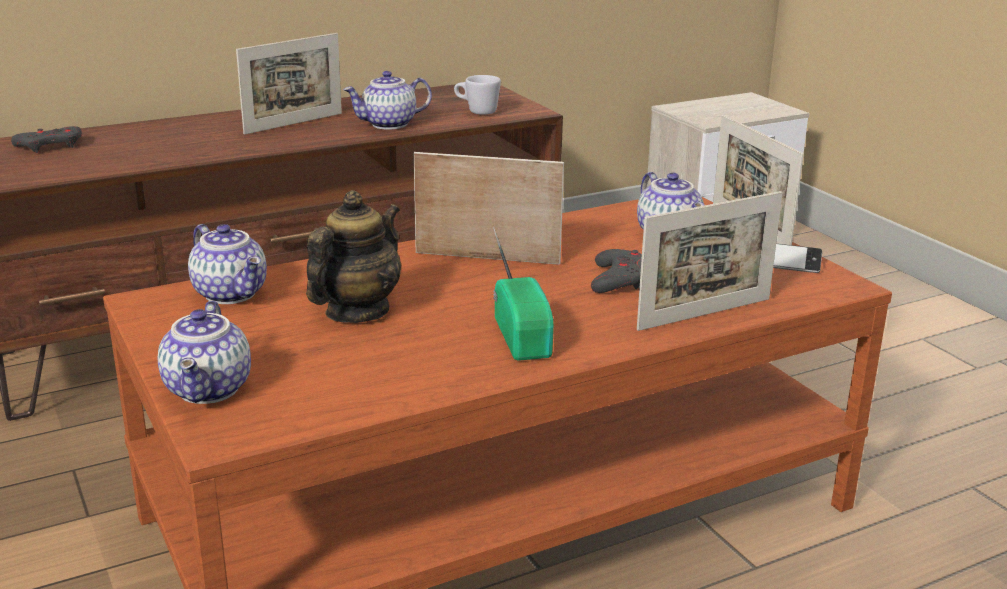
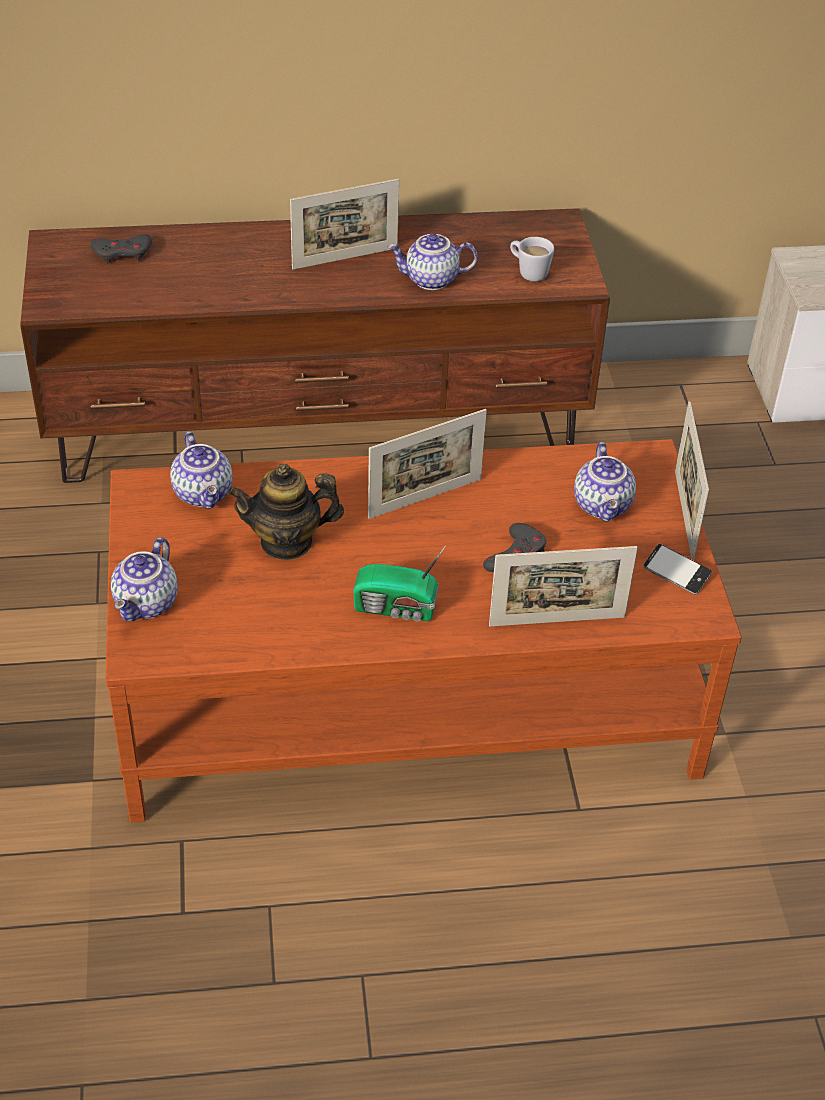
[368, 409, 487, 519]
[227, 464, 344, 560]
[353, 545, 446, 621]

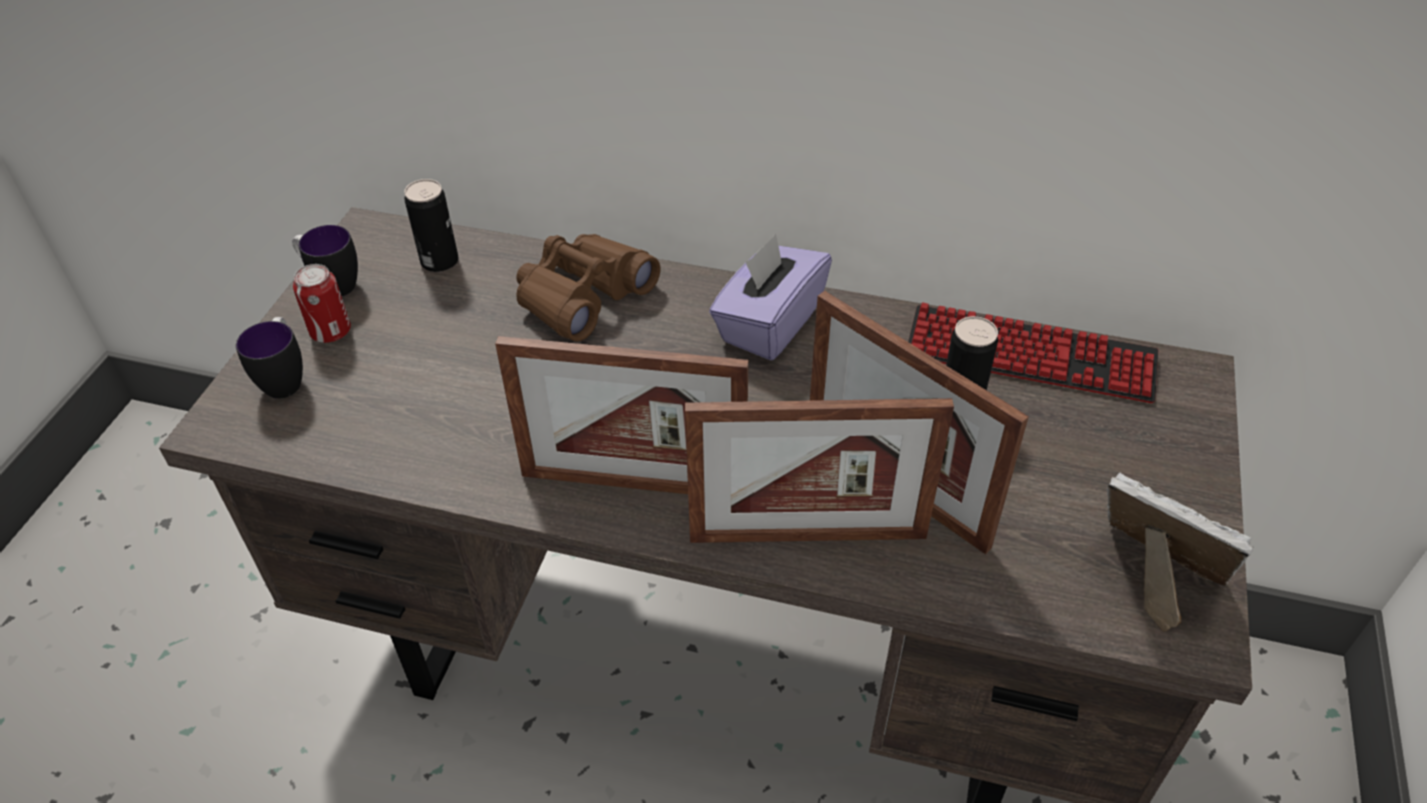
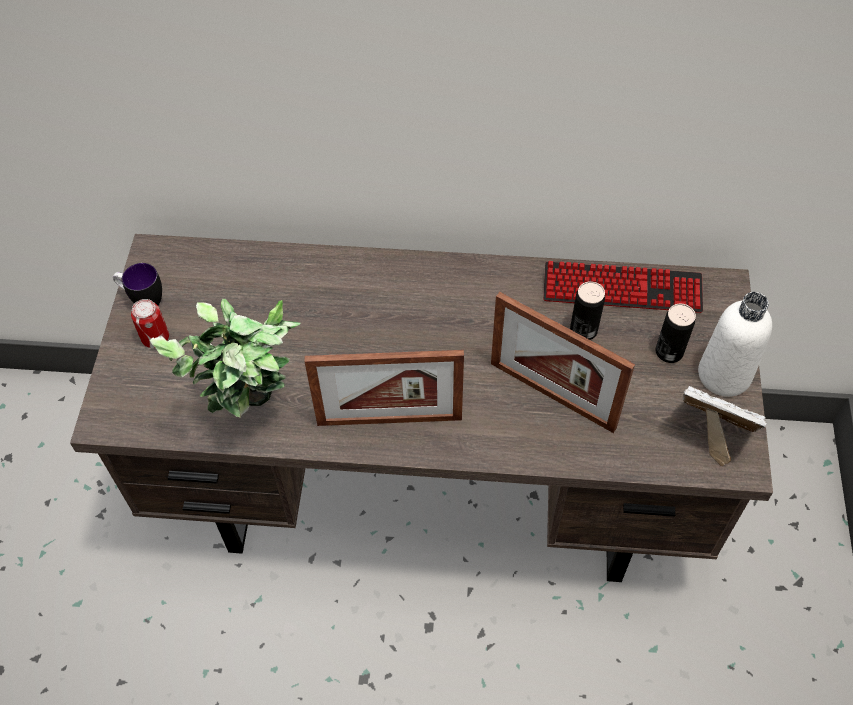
[655, 304, 696, 363]
[516, 234, 660, 342] (first image)
[709, 234, 832, 361] (first image)
[236, 317, 303, 399] (first image)
[685, 398, 954, 543] (first image)
[698, 292, 772, 397]
[149, 299, 301, 418]

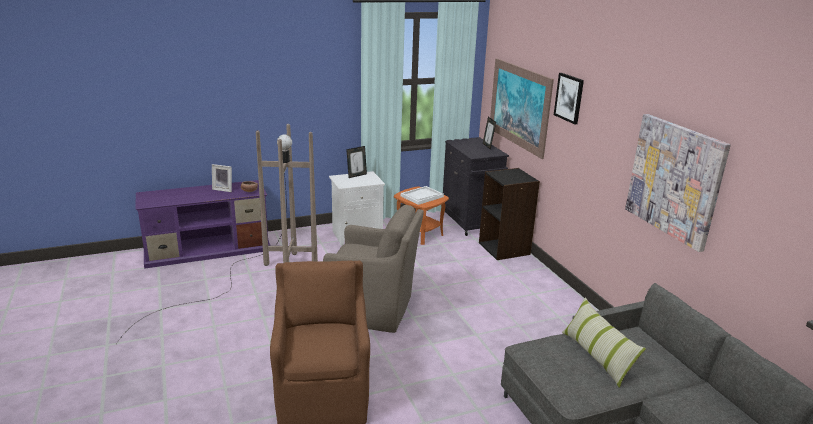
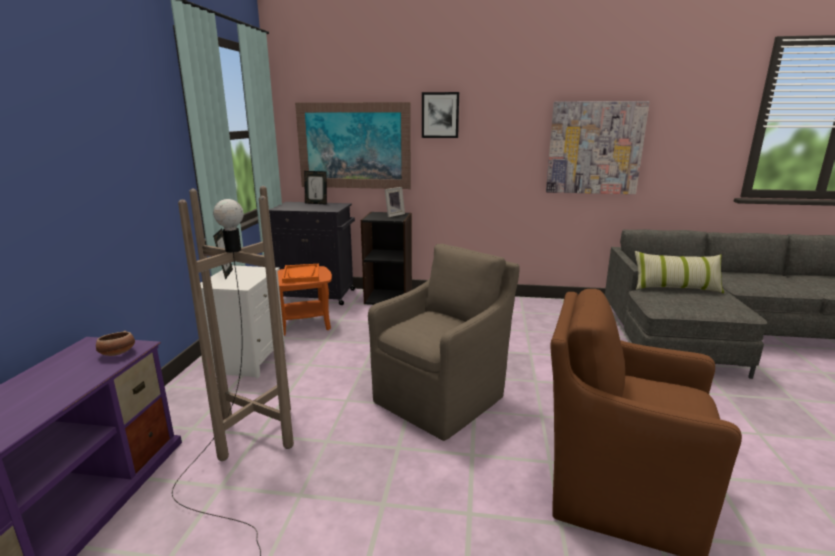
[385, 187, 405, 217]
[282, 264, 319, 283]

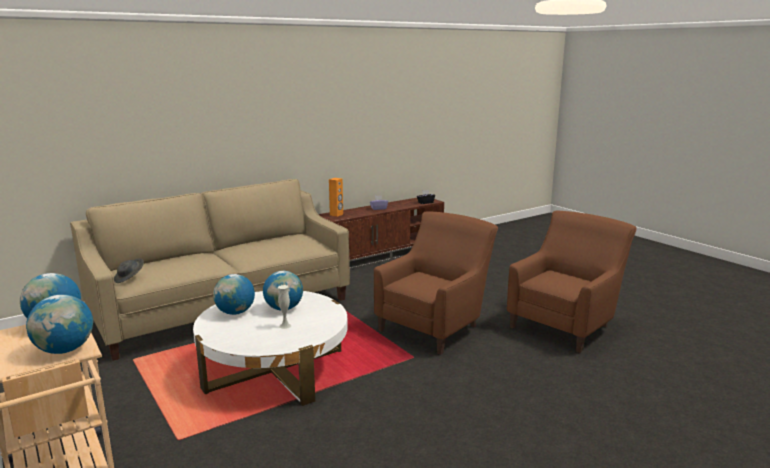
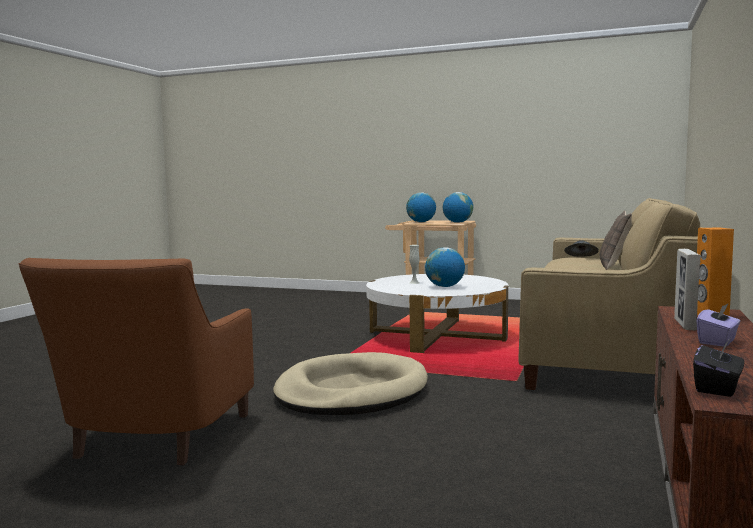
[273, 352, 428, 415]
[213, 274, 255, 315] (first image)
[600, 211, 632, 270]
[674, 249, 701, 330]

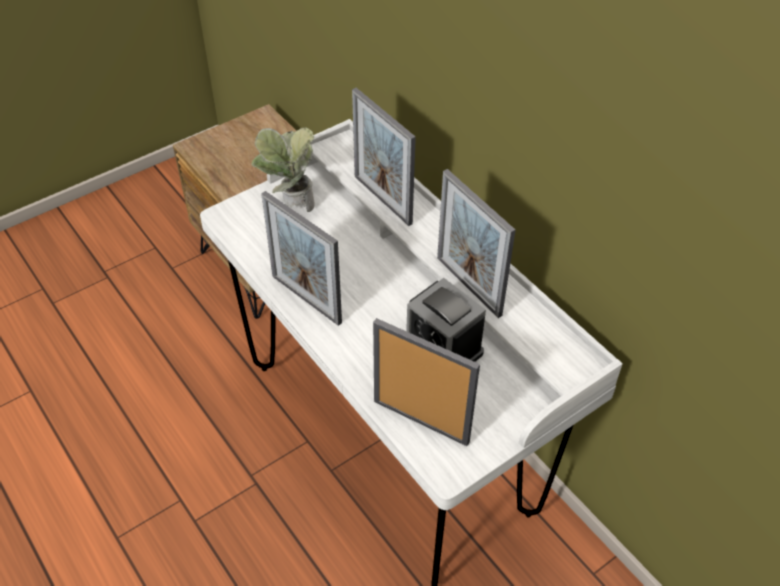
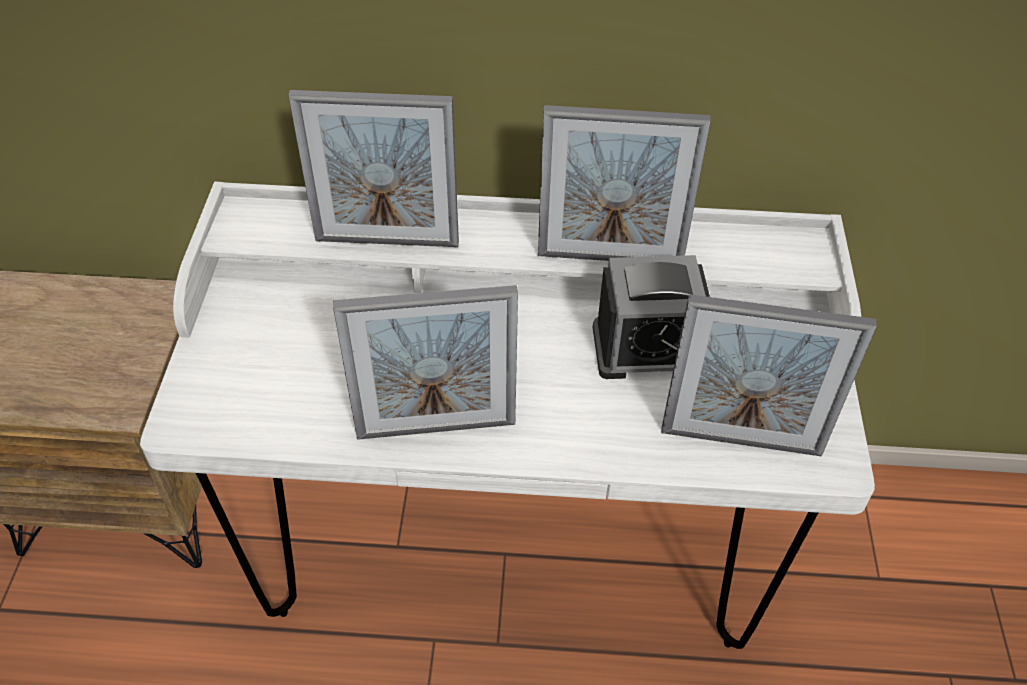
[252, 127, 315, 212] (first image)
[661, 294, 877, 457]

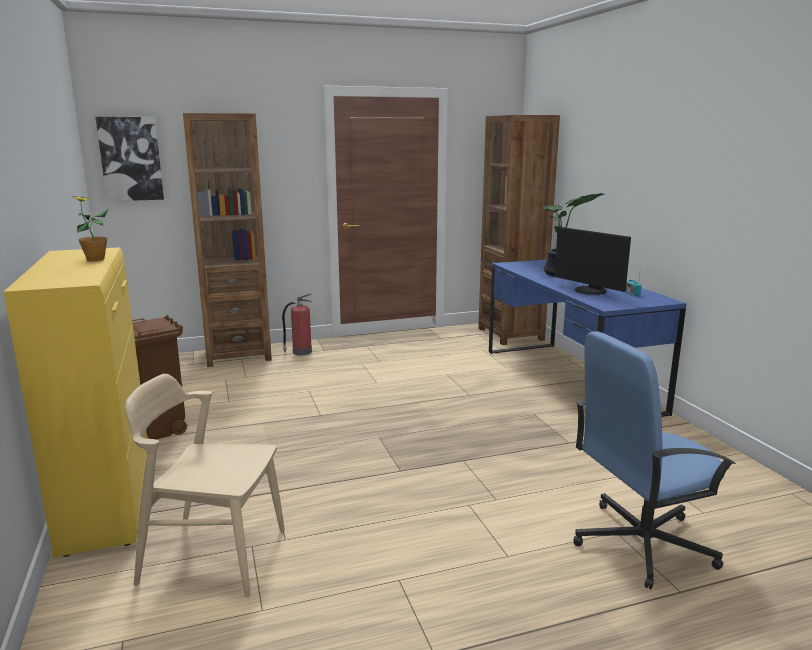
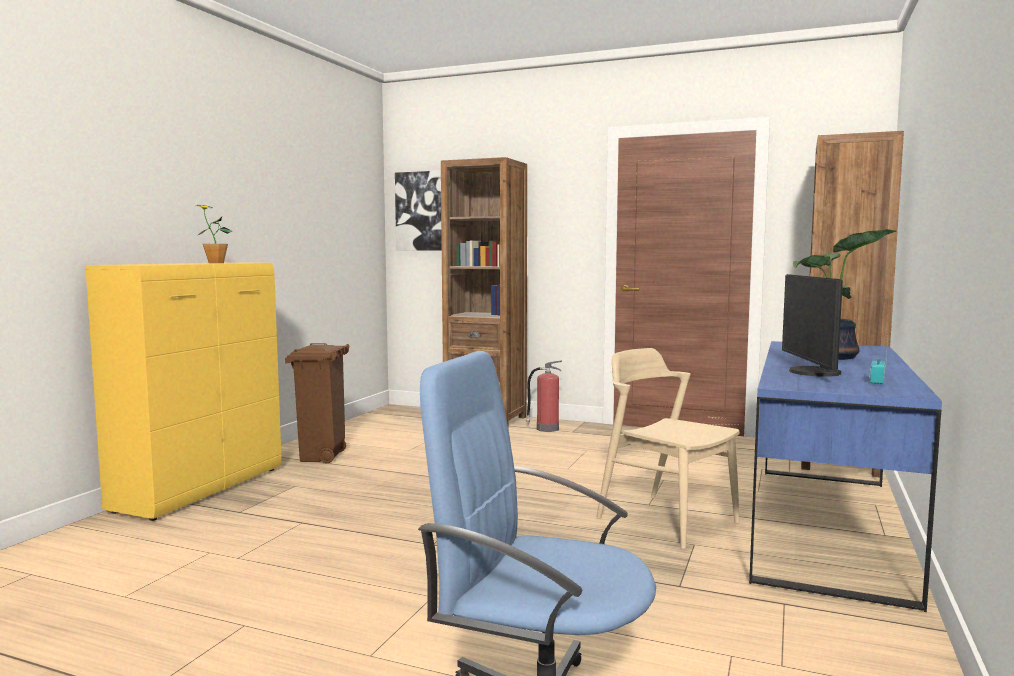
[597, 348, 740, 549]

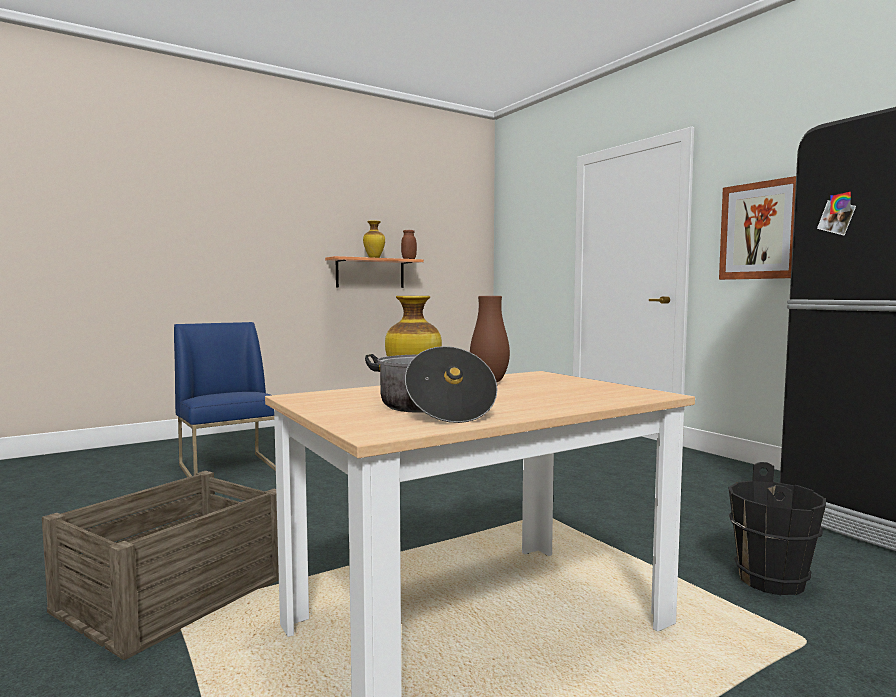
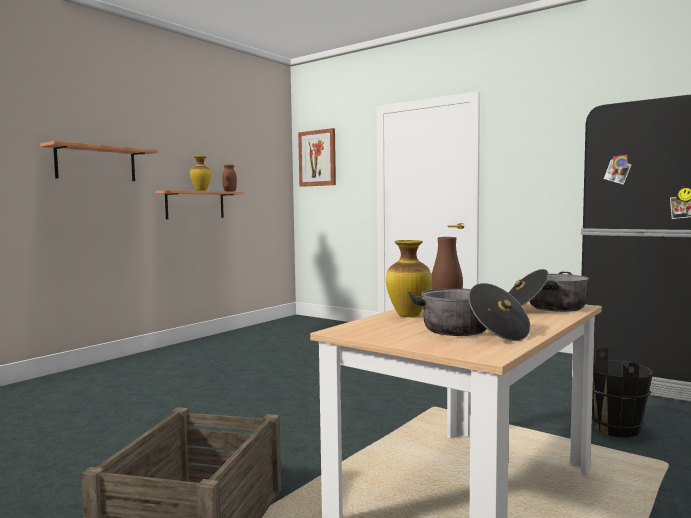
[298, 128, 336, 187]
[174, 322, 276, 477] (first image)
[40, 141, 158, 181]
[508, 269, 589, 312]

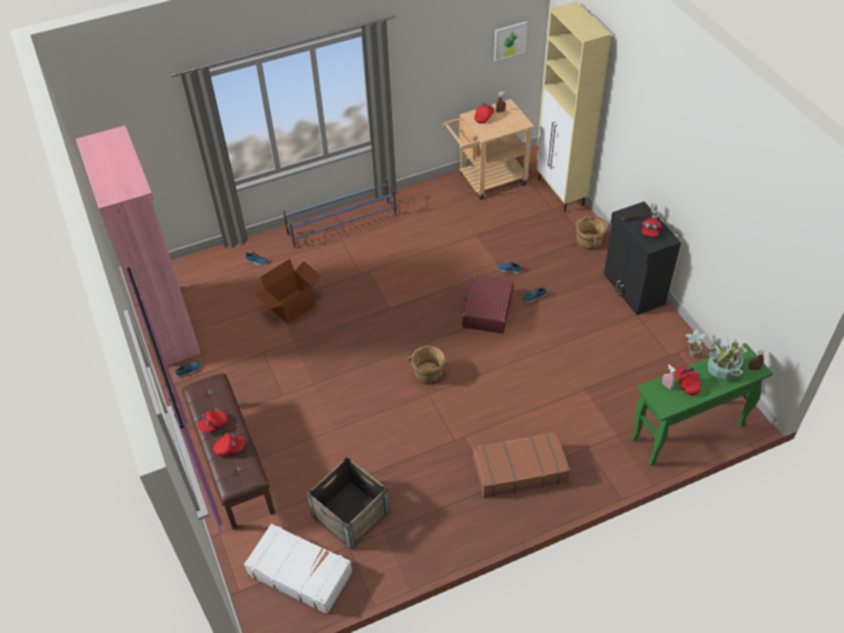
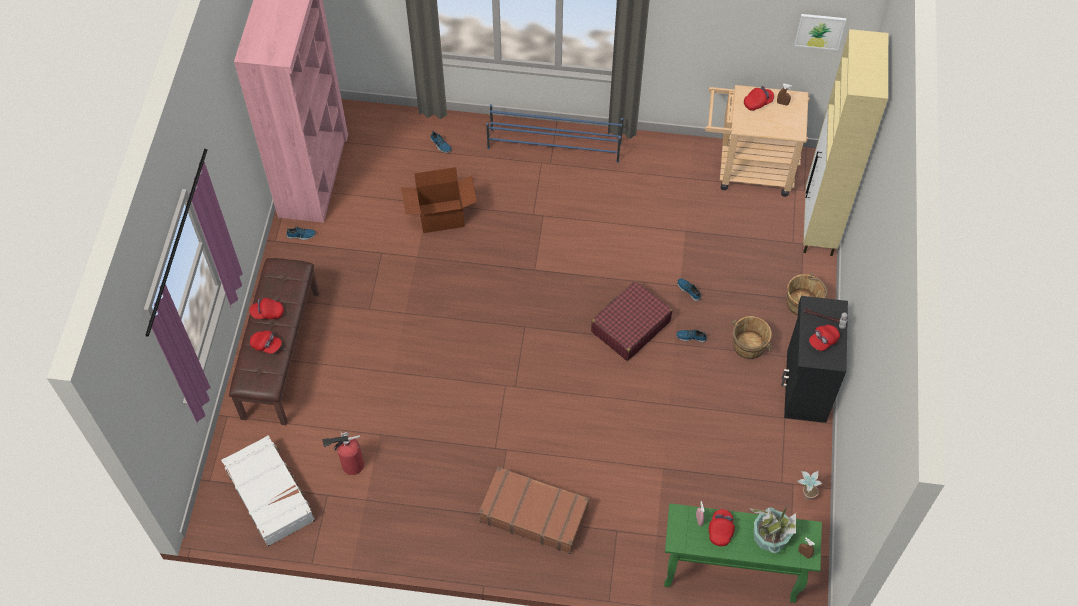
[731, 316, 773, 359]
[322, 430, 364, 475]

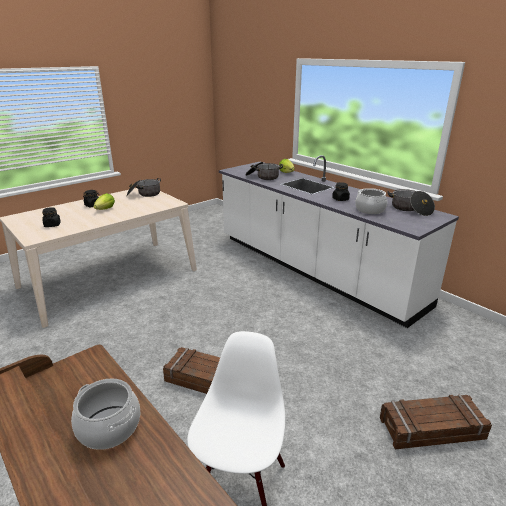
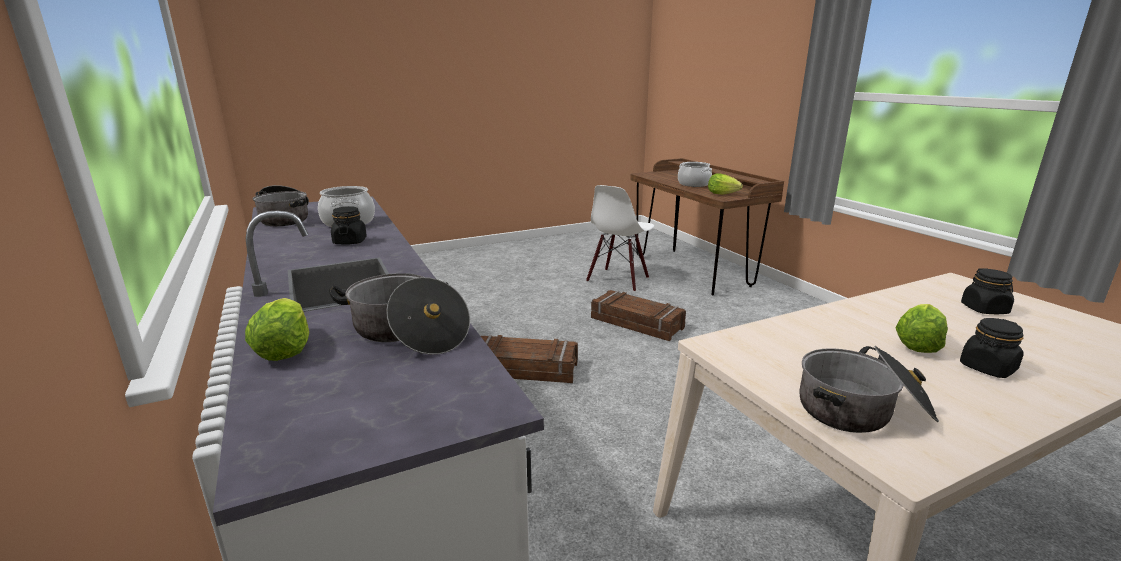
[481, 335, 578, 383]
[708, 174, 743, 195]

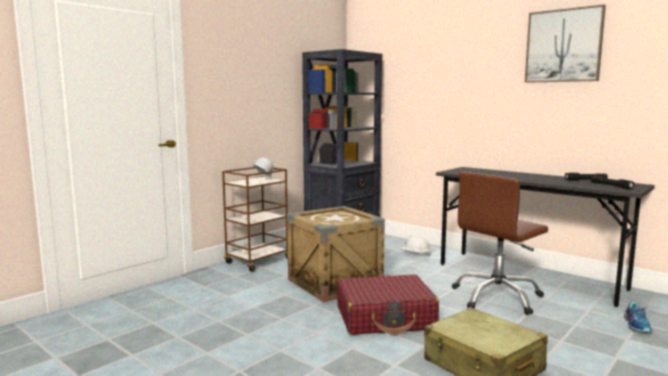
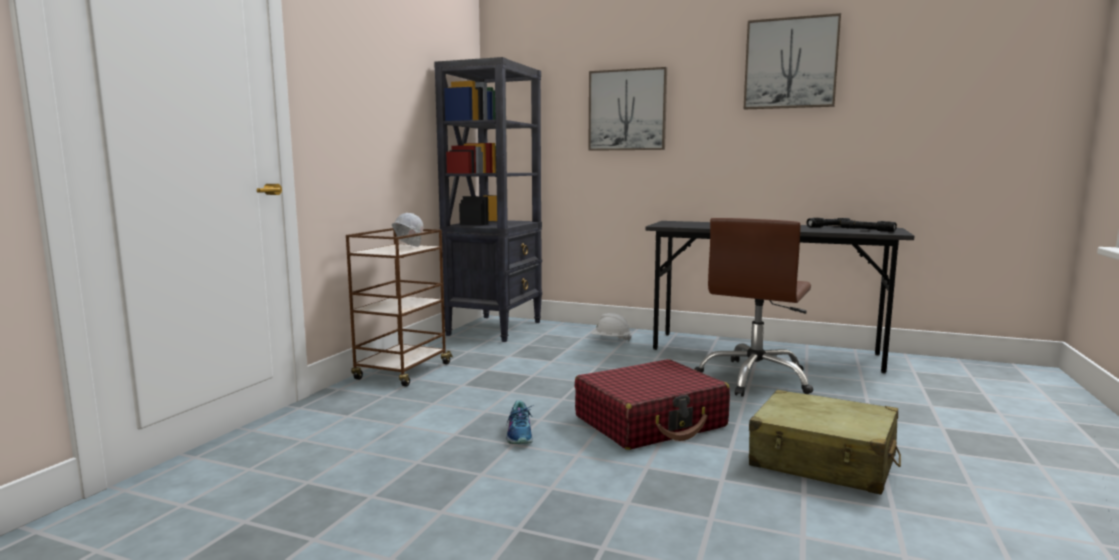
[287, 206, 385, 302] (first image)
[506, 400, 534, 444]
[588, 67, 667, 151]

